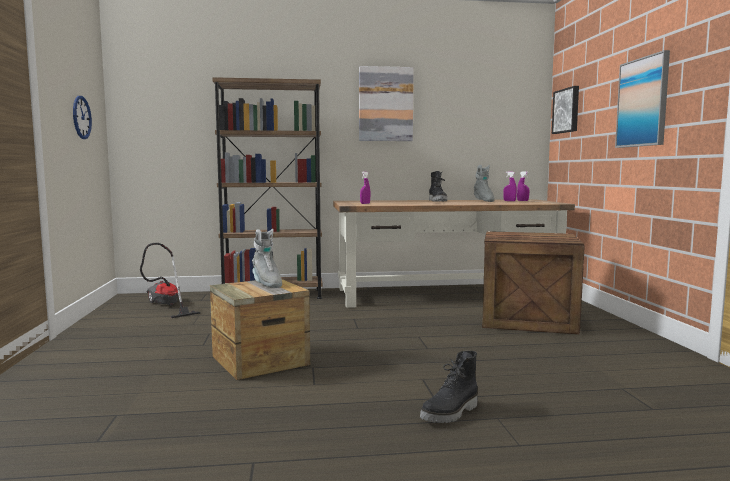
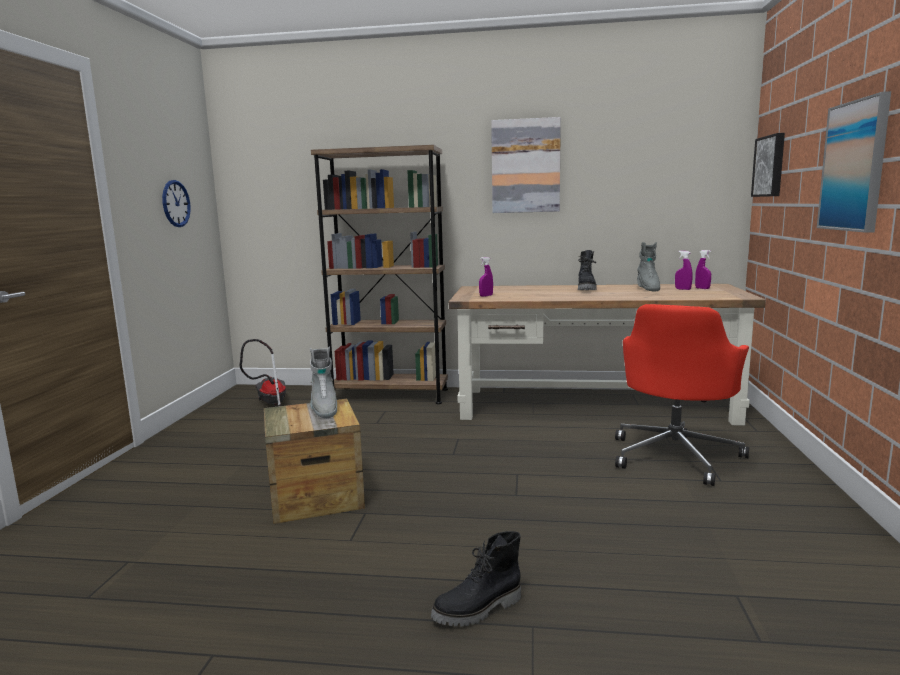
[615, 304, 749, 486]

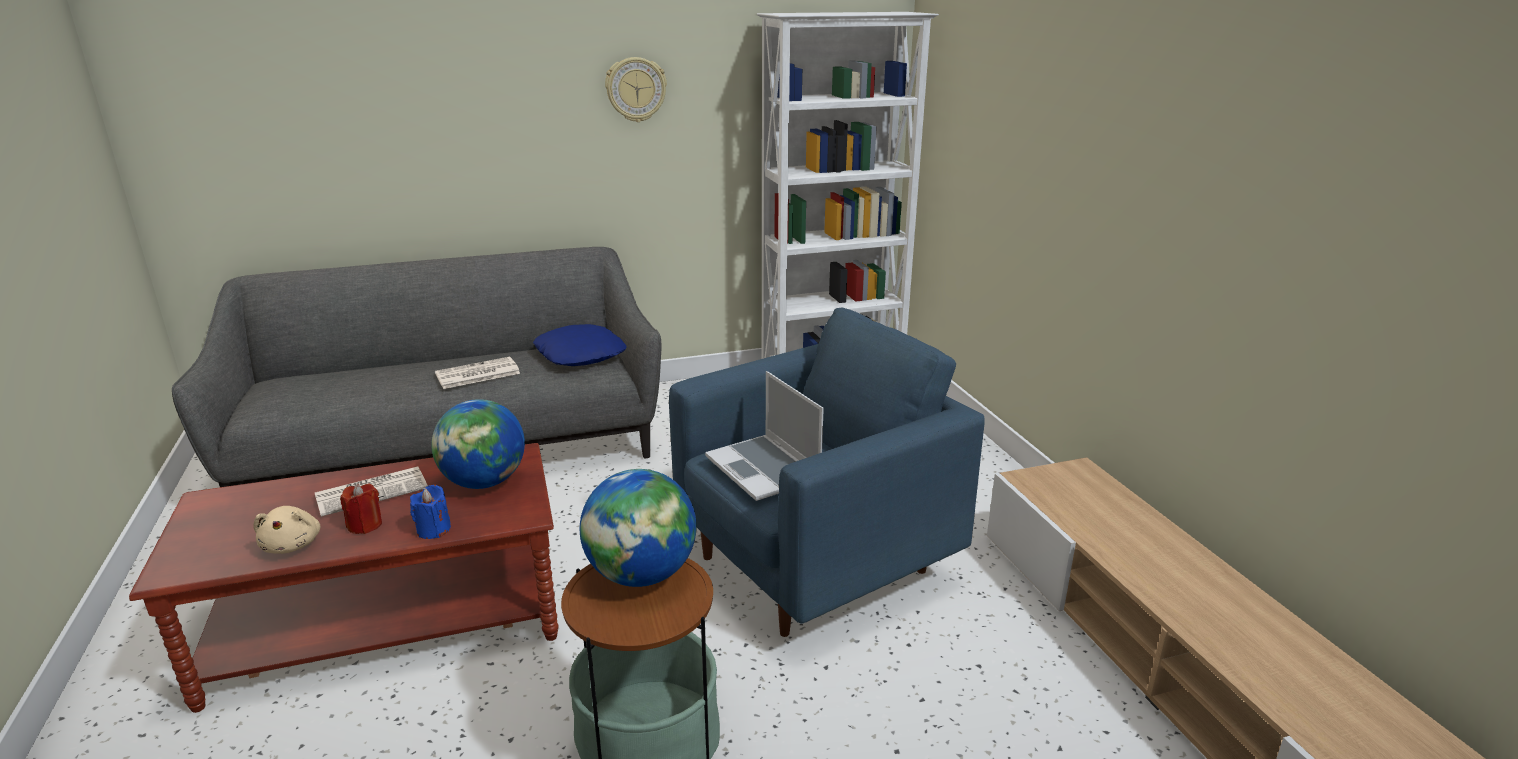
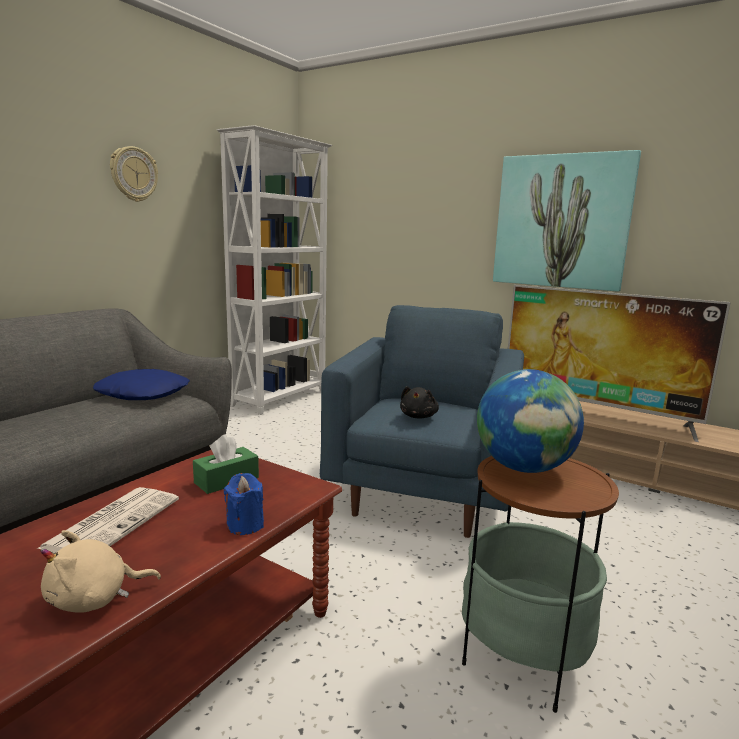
[435, 357, 520, 389] (first image)
[400, 386, 439, 418]
[193, 434, 259, 494]
[340, 484, 382, 534] (first image)
[41, 530, 161, 613]
[493, 150, 641, 291]
[508, 285, 730, 442]

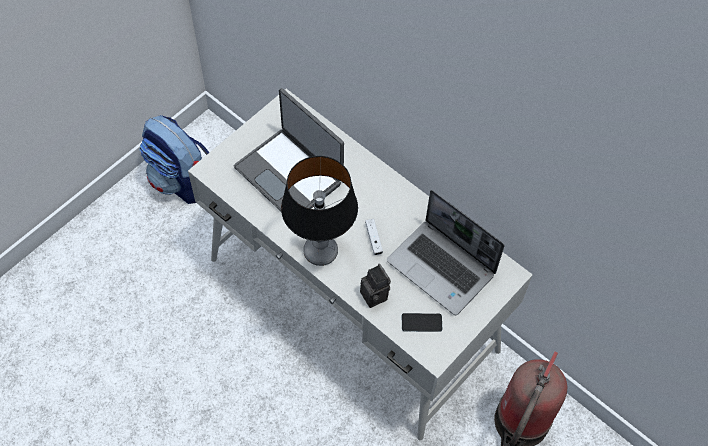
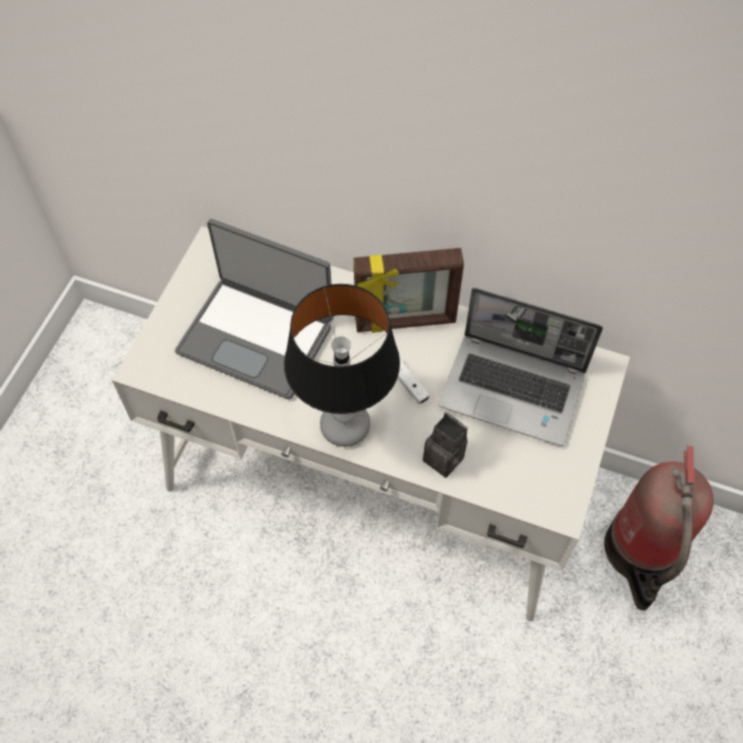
[139, 115, 209, 204] (first image)
[402, 313, 442, 332] (first image)
[354, 248, 464, 333]

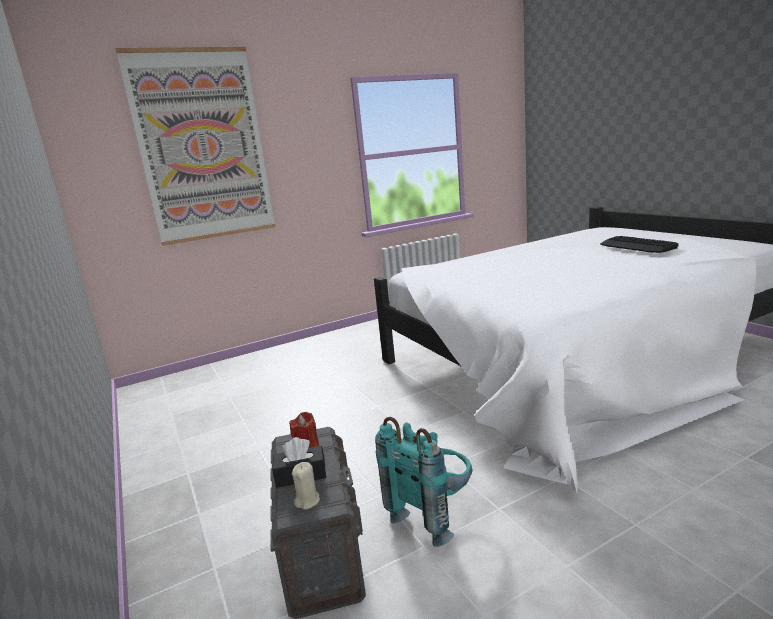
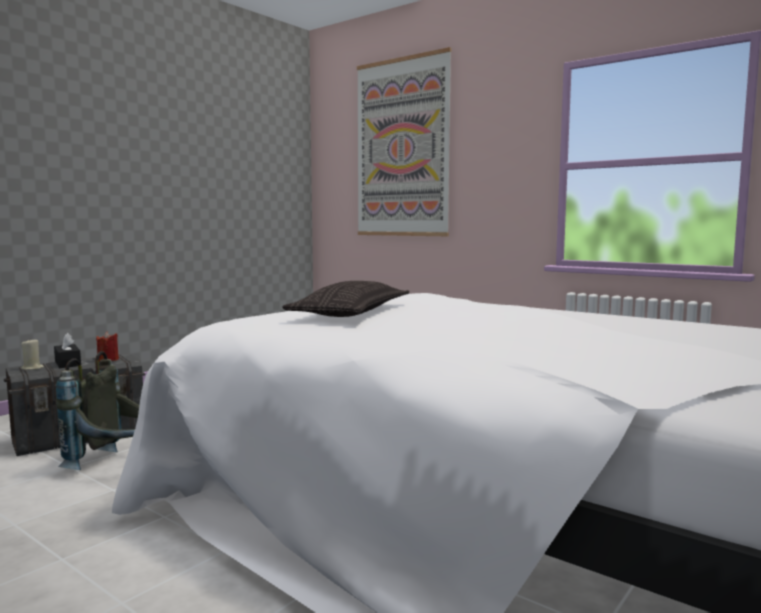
[600, 236, 678, 253] (first image)
[56, 351, 139, 470]
[282, 281, 409, 317]

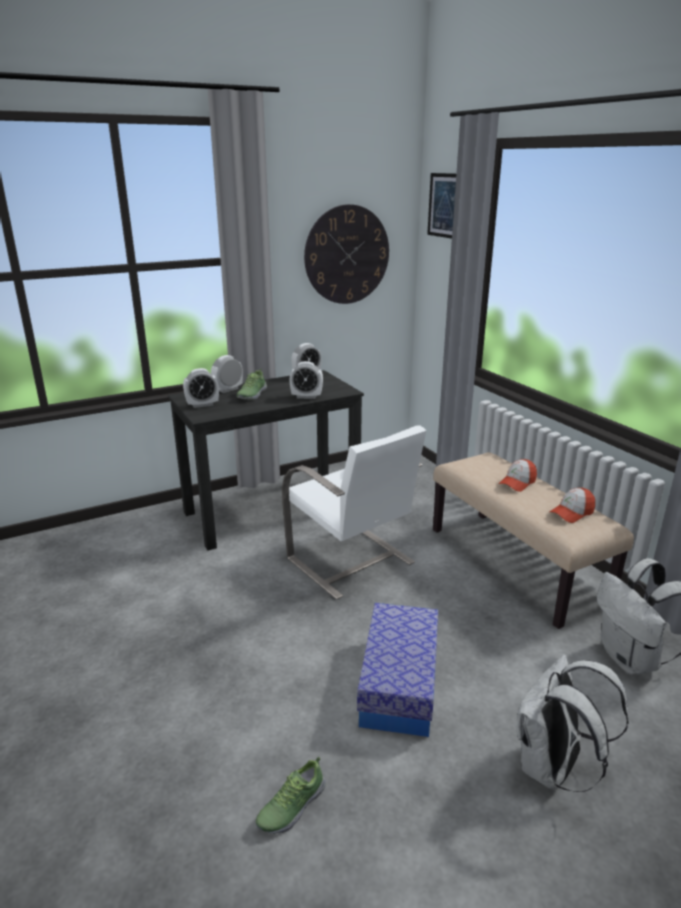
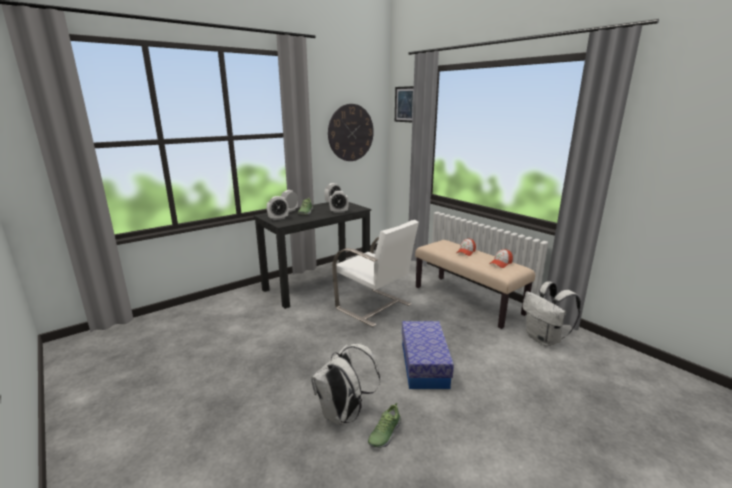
[311, 344, 380, 425]

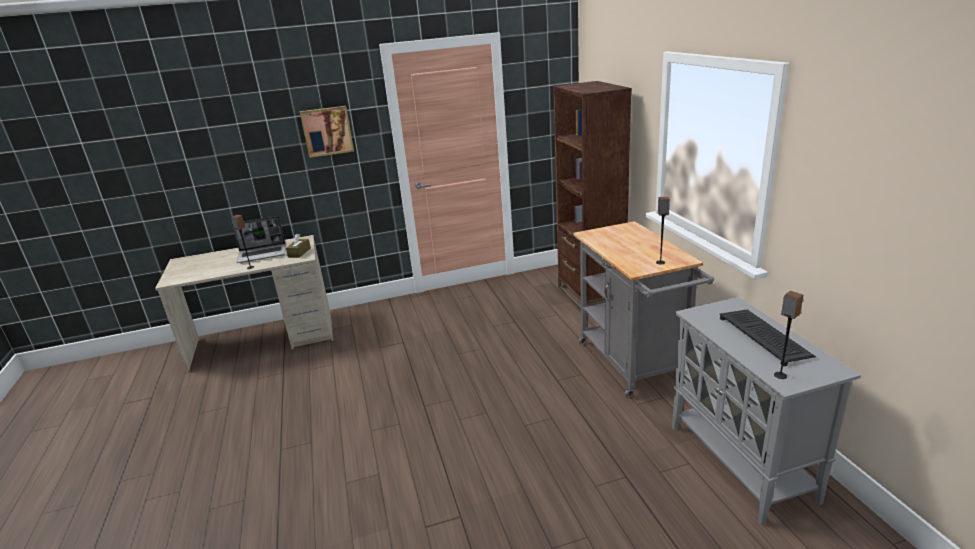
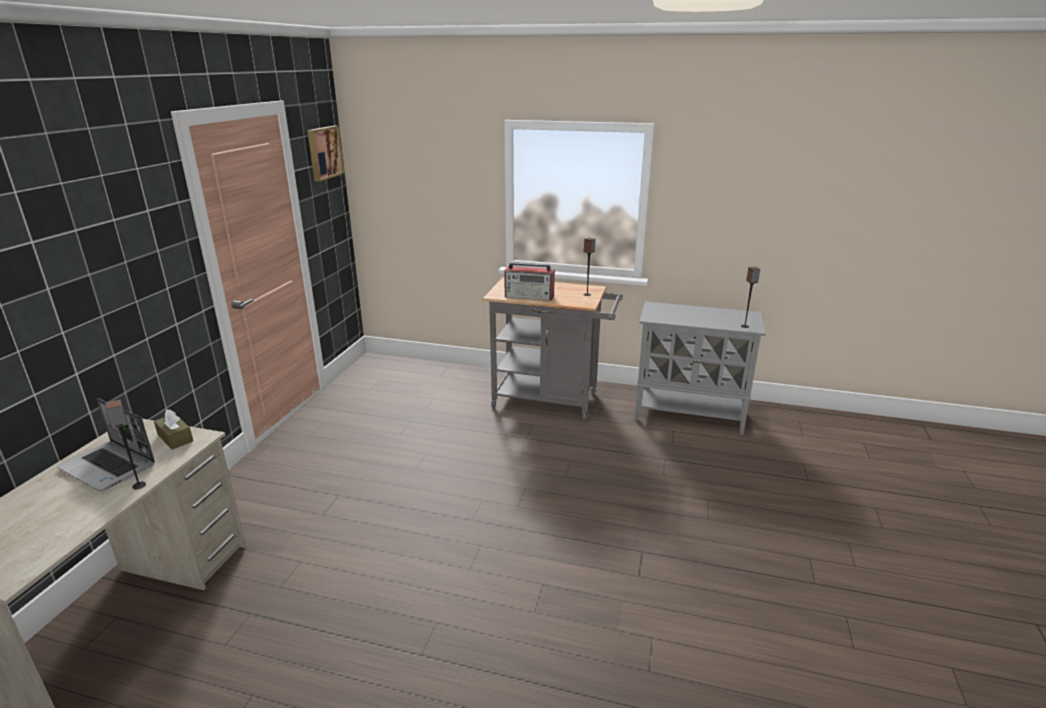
[553, 81, 632, 310] (first image)
[307, 126, 344, 181]
[57, 398, 155, 491]
[719, 309, 816, 366] (first image)
[504, 262, 555, 301]

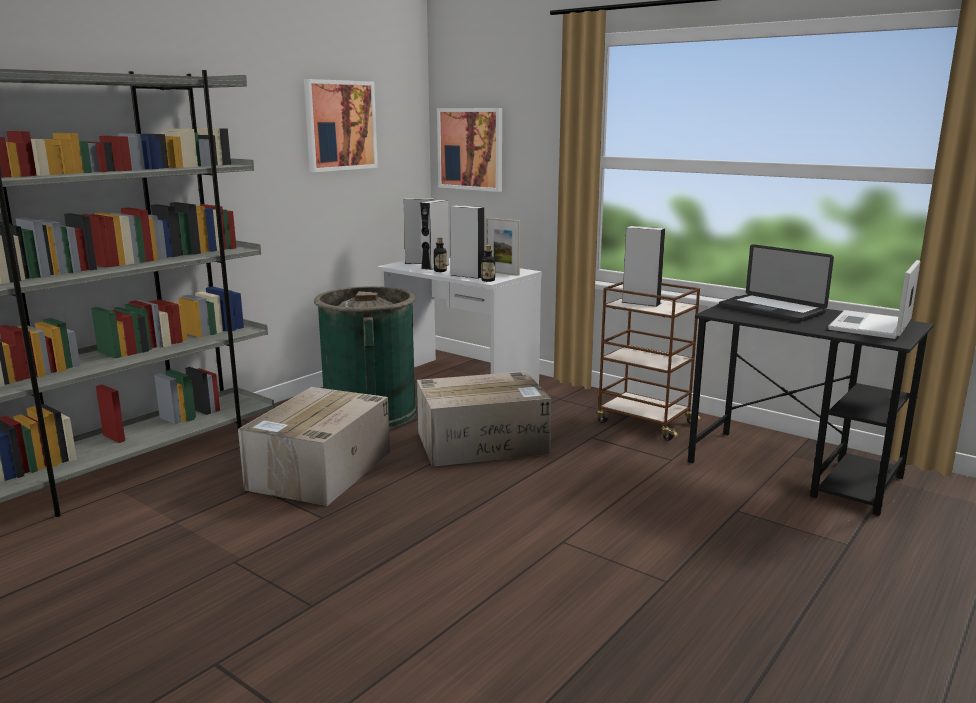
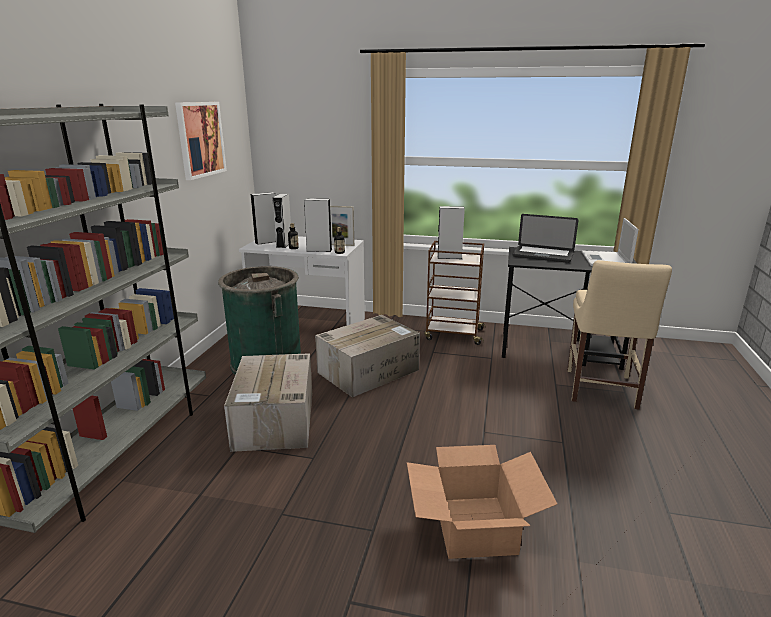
[437, 108, 502, 192] (first image)
[567, 260, 672, 409]
[407, 445, 557, 559]

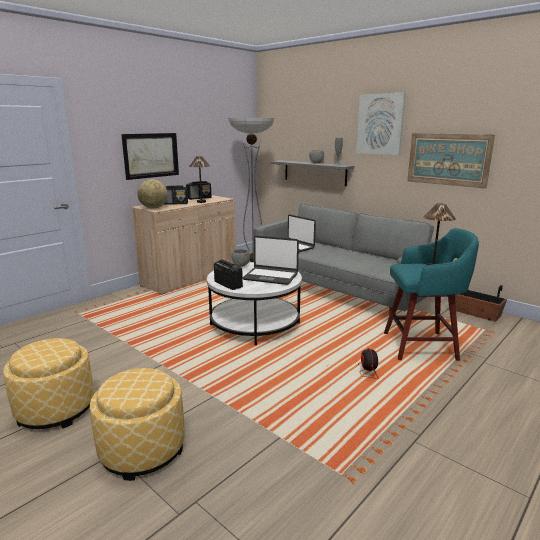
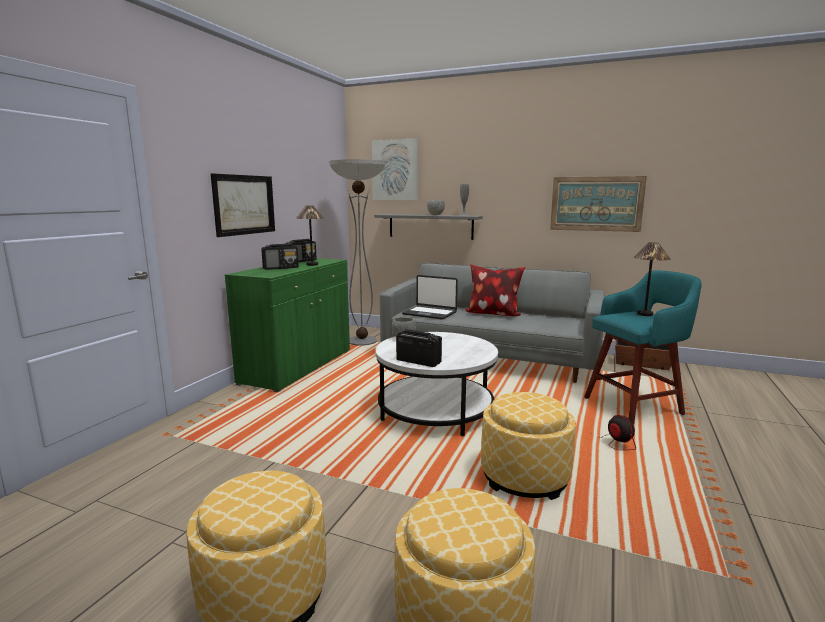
[372, 138, 418, 200]
[137, 179, 168, 209] (first image)
[225, 258, 350, 392]
[243, 236, 299, 285] (first image)
[464, 264, 525, 316]
[481, 392, 576, 500]

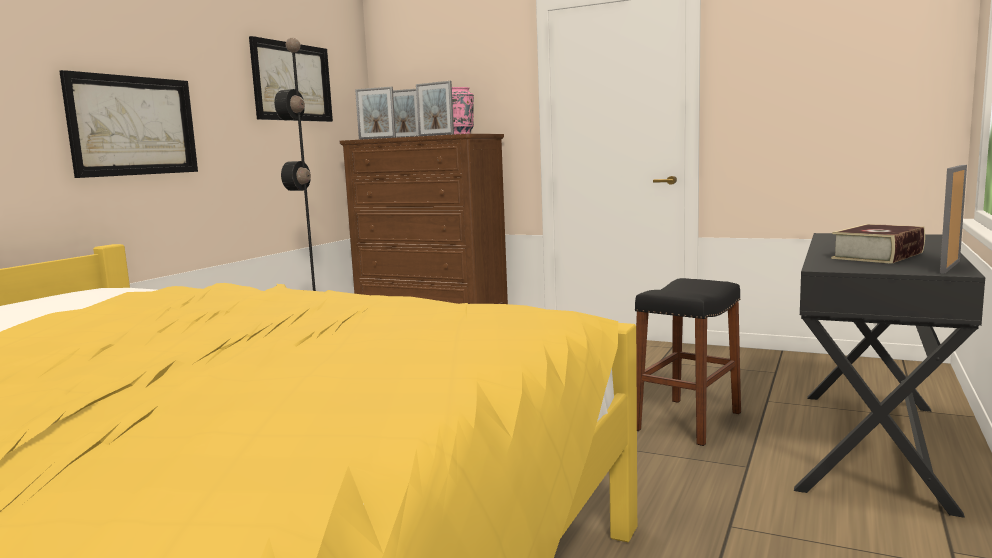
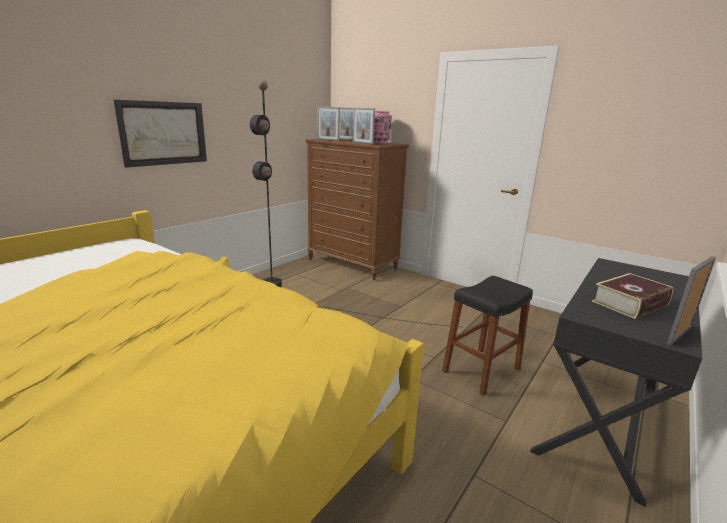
[249, 36, 333, 122] (first image)

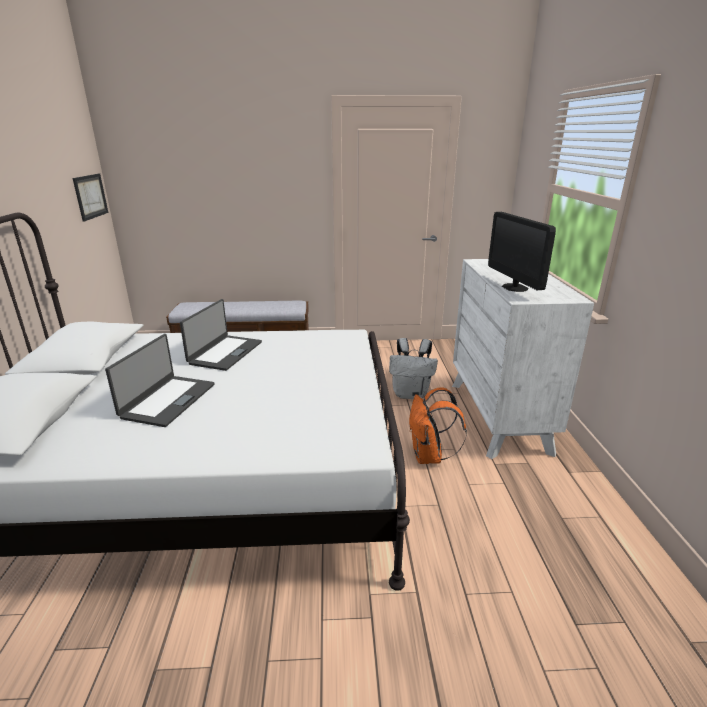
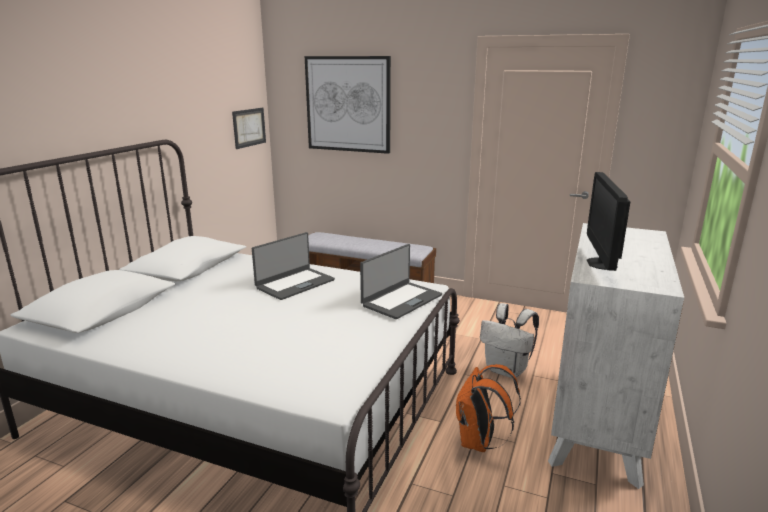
[360, 244, 442, 319]
[305, 56, 391, 154]

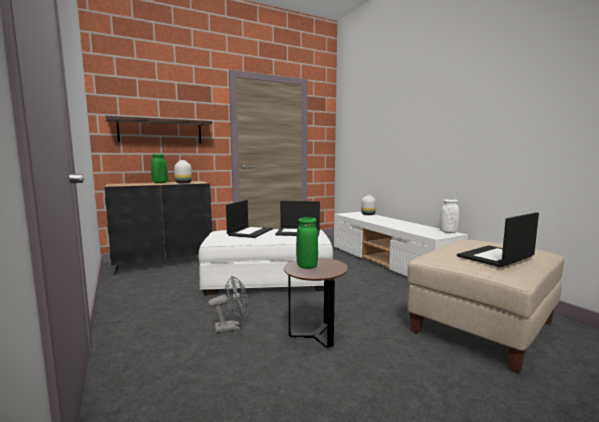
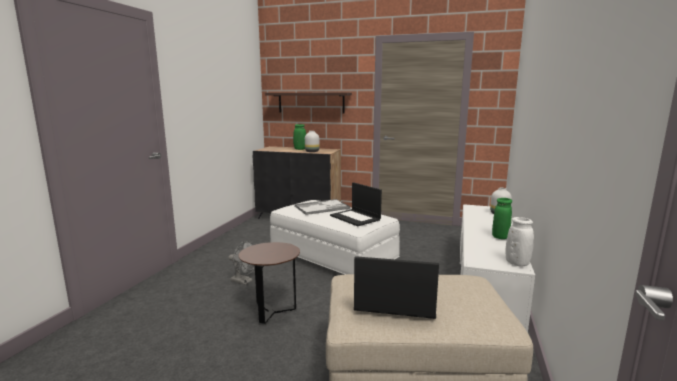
[295, 199, 350, 215]
[492, 198, 512, 239]

